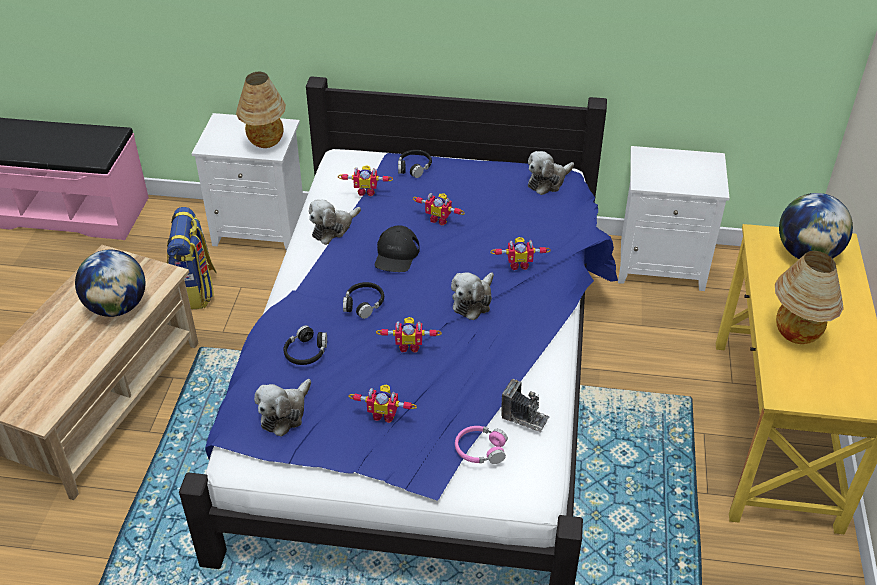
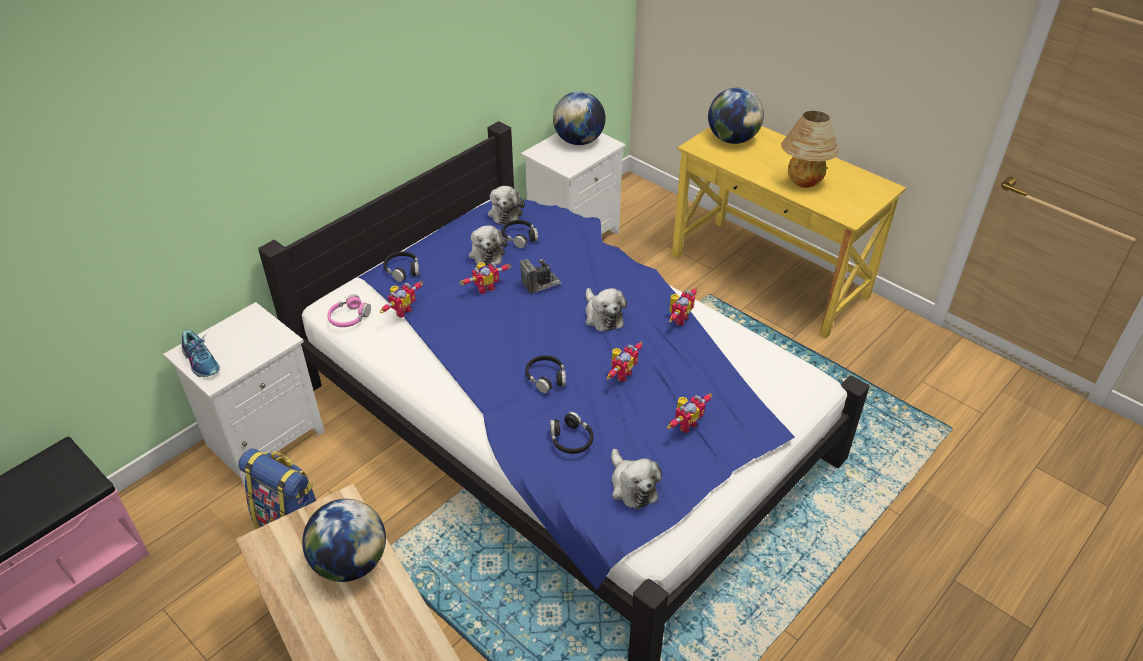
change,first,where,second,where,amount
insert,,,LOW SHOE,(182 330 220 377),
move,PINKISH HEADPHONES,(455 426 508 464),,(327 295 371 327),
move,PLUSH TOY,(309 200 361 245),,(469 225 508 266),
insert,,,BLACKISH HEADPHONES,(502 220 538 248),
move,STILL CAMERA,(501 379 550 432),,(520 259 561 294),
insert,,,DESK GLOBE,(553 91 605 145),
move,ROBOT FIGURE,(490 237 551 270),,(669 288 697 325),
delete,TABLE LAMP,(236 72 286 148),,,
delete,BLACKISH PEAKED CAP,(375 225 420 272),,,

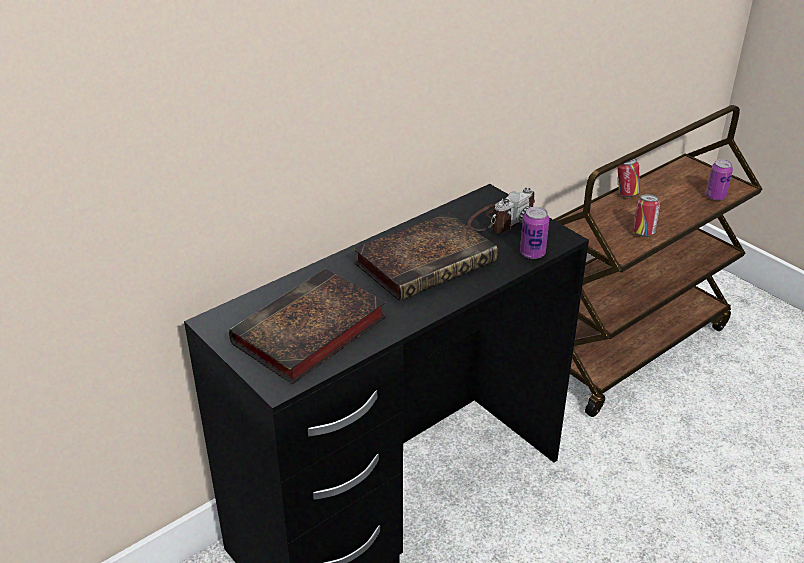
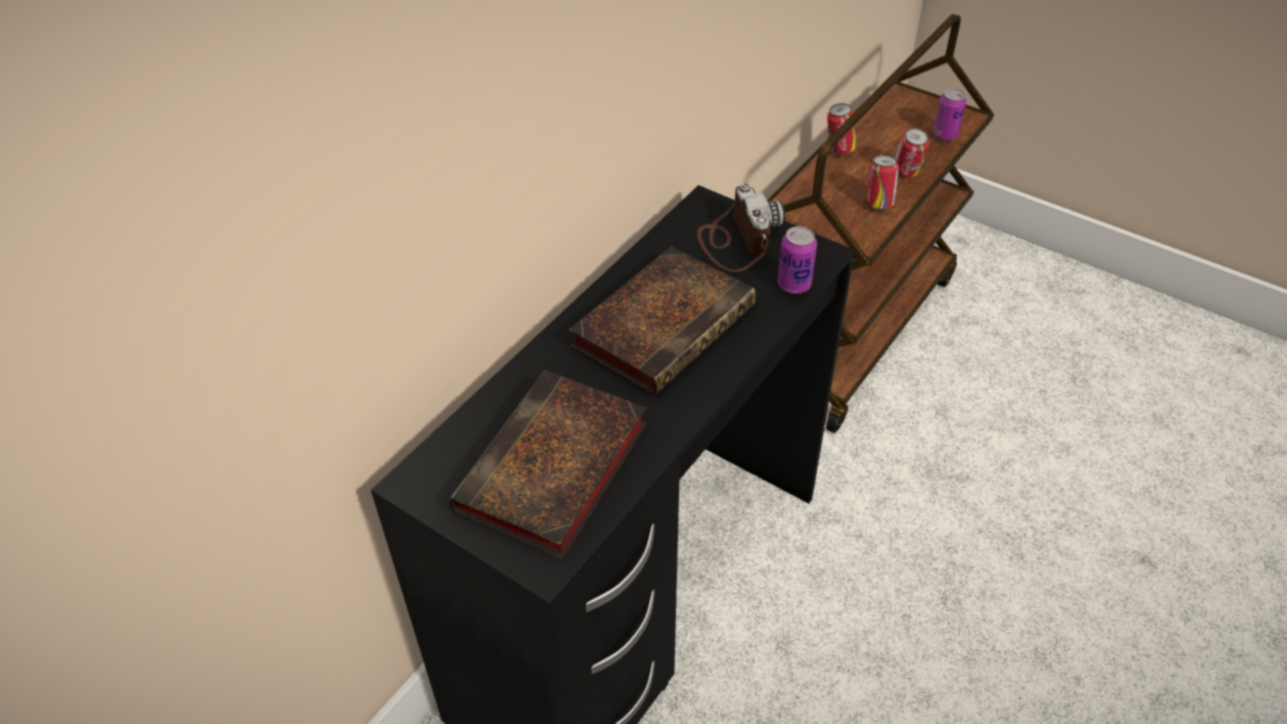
change,first,where,second,where,amount
rotate,STILL CAMERA,(467 187 535 233),,(697 183 785 272),45 degrees counterclockwise
insert,,,SEALED CAN,(895 128 929 178),

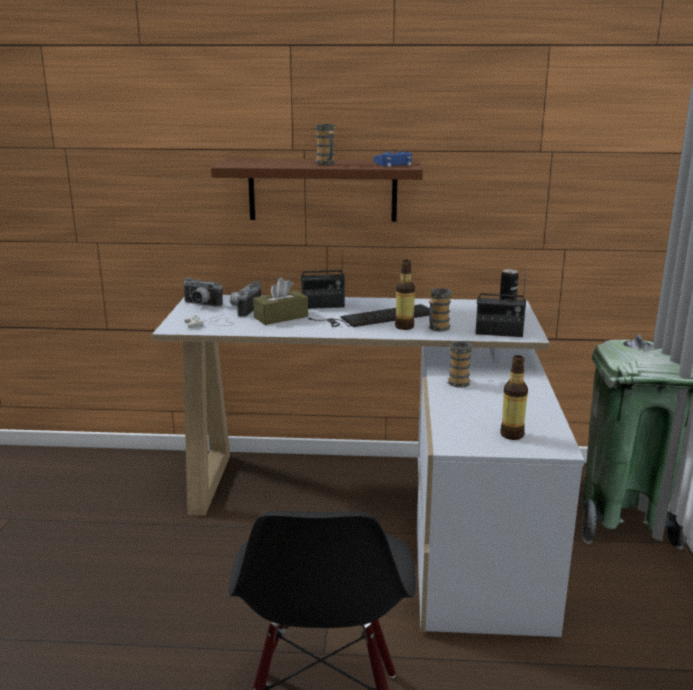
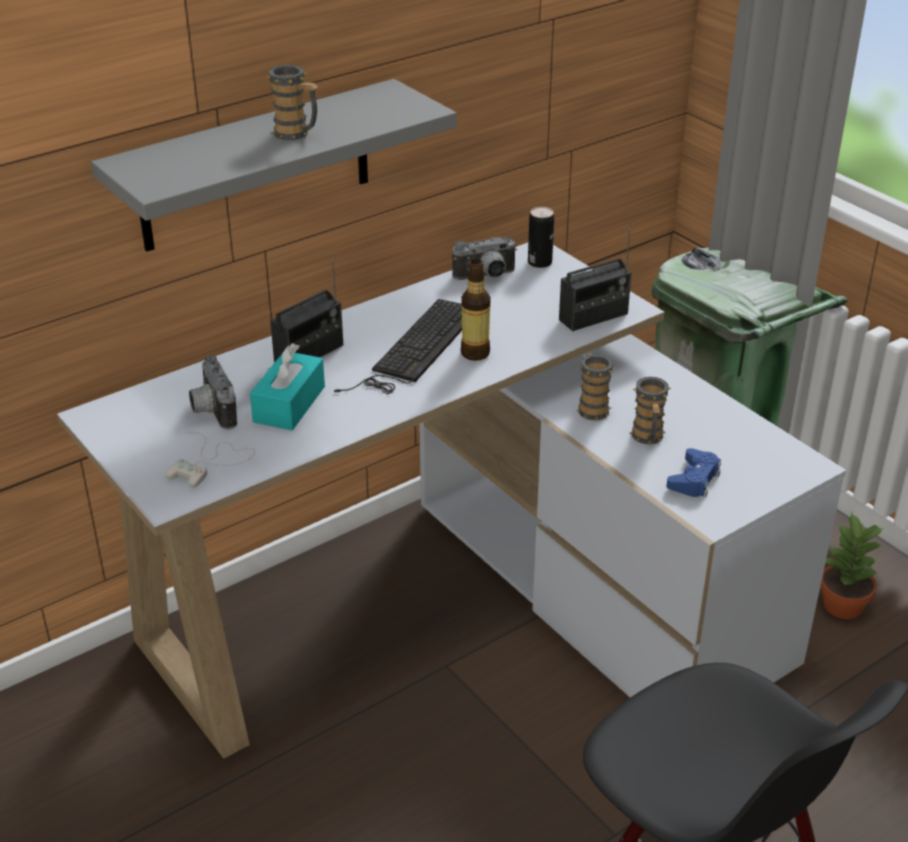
change,first,where,second,where,amount
recolor,BROWNISH SHELF,(211 159 423 222),GREYISH SHELF,(91 79 457 252),
recolor,BROWNISH TISSUE BOX,(253 278 308 325),TURQUOISE-COLOURED TISSUE BOX,(250 343 325 430),
move,STILL CAMERA,(182 278 223 307),,(452 236 517 280),
move,COFFEE MUG,(428 288 453 331),,(629 377 672 444),
move,BLUISH GAMEPAD,(374 151 412 167),,(667 448 721 498),
insert,,,PLANT IN A POT,(820 512 885 619),
delete,DRINK BOTTLE,(500 355 528 440),,,

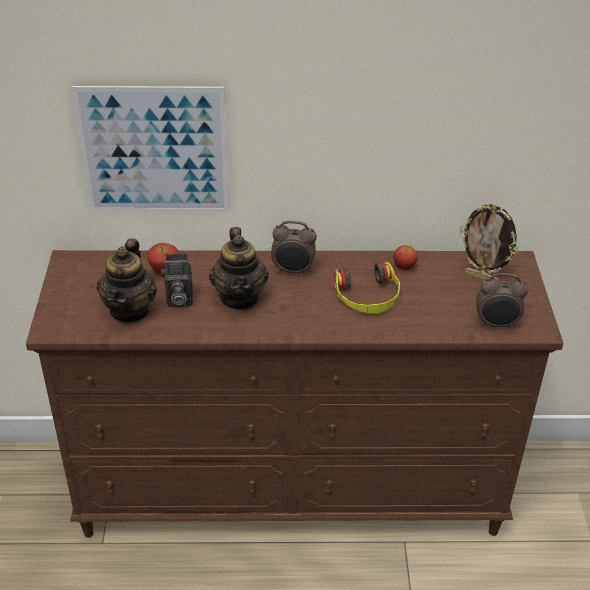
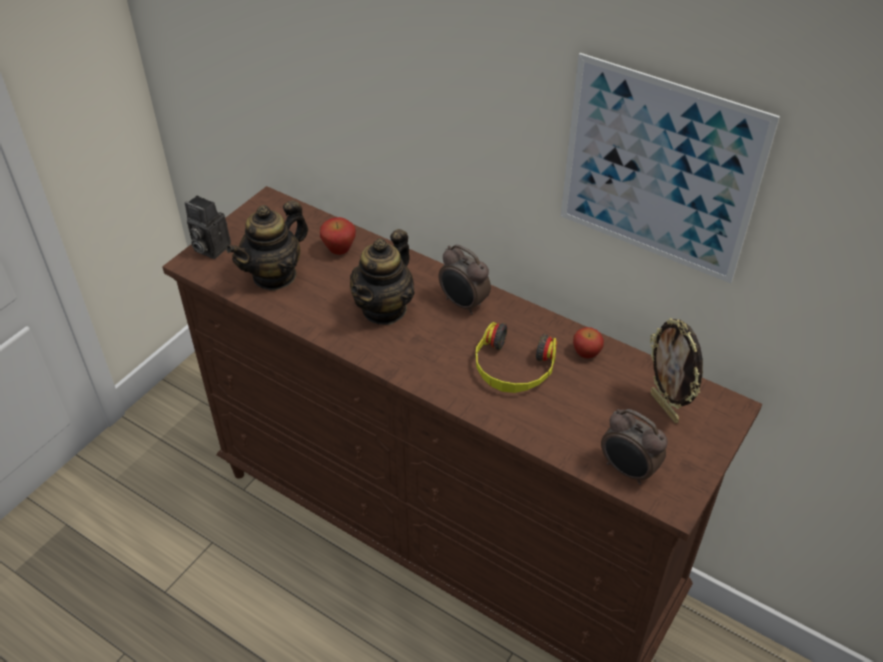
change,first,where,second,where,amount
move,STILL CAMERA,(161 253 193 307),,(185 196 231 259),
move,WALL ART,(71 86 229 212),,(561 53 780 283),

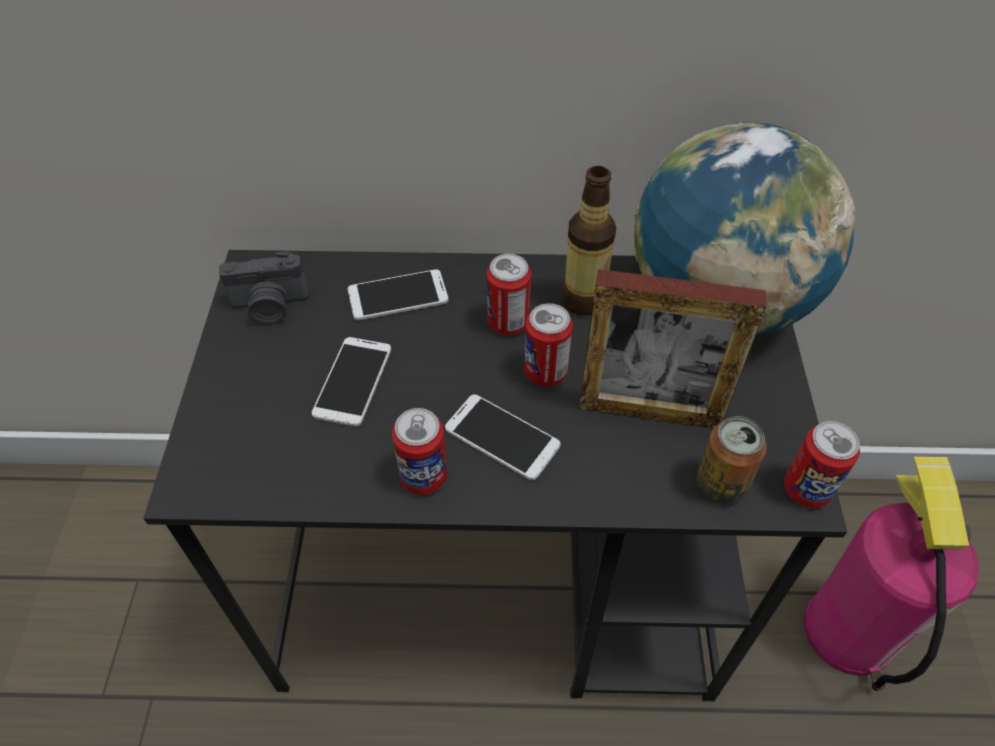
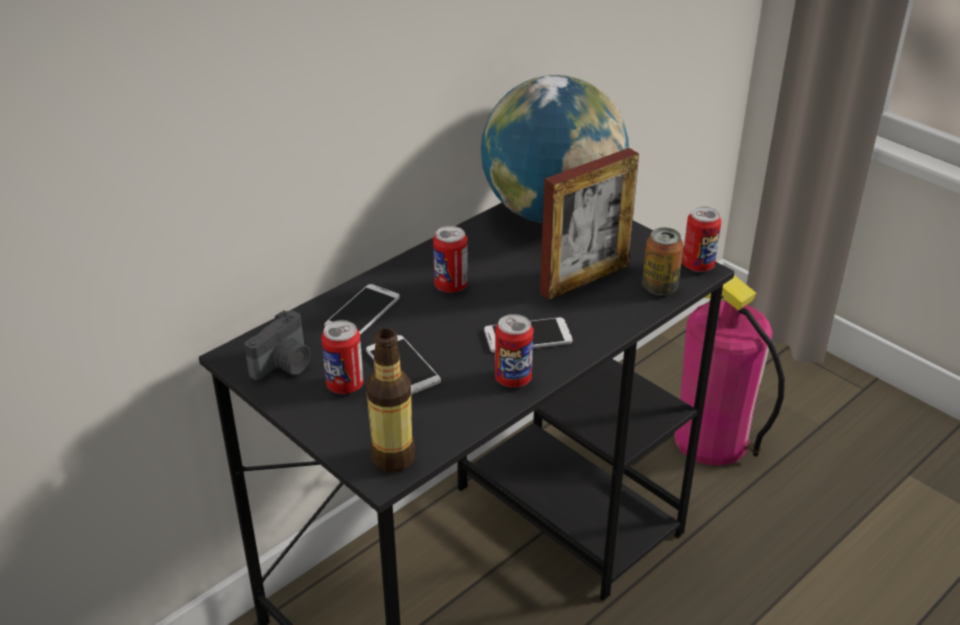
change,first,where,second,where,amount
move,SEALED CAN,(524 303 573 387),,(321 320 364 394),
move,DRINK BOTTLE,(562 166 616 315),,(366 329 415 472),

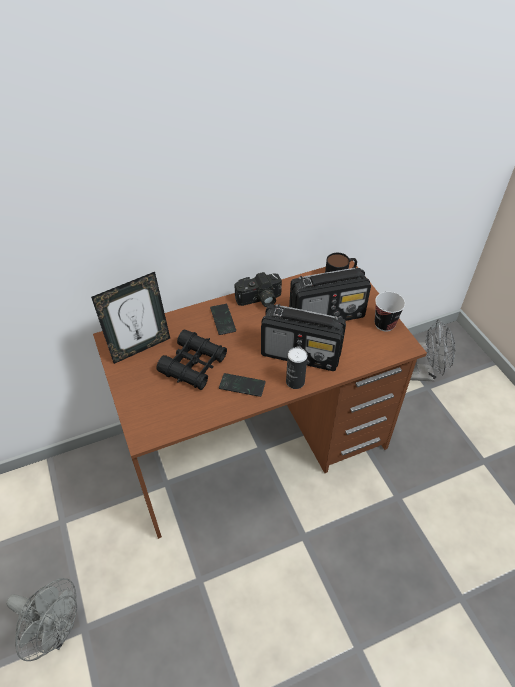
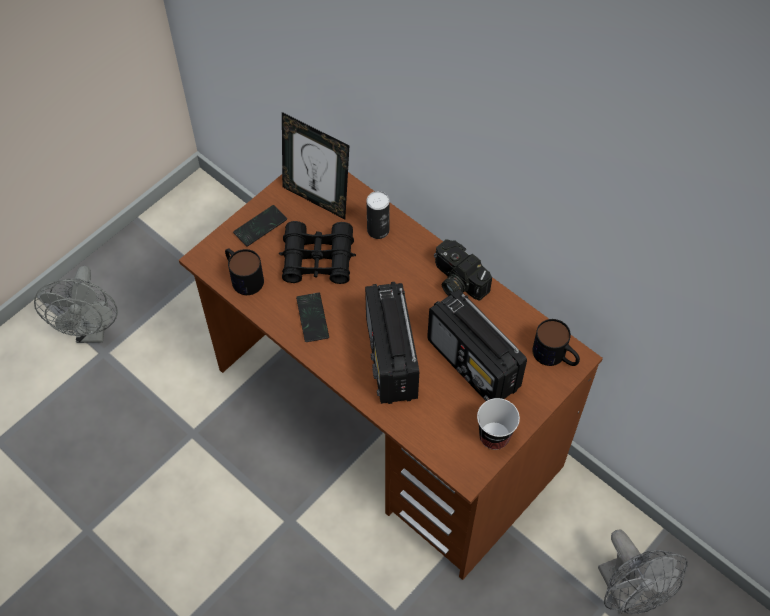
change,first,where,second,where,amount
insert,,,COFFEE MUG,(225 248 264 295),
move,TELEPHONE,(210 304 236 335),,(233 205 287 247),
move,SEALED CAN,(286 347 308 389),,(366 191 390 239),

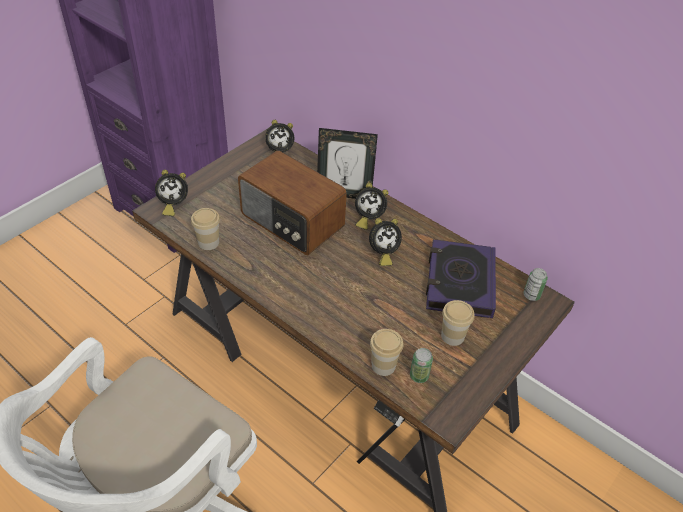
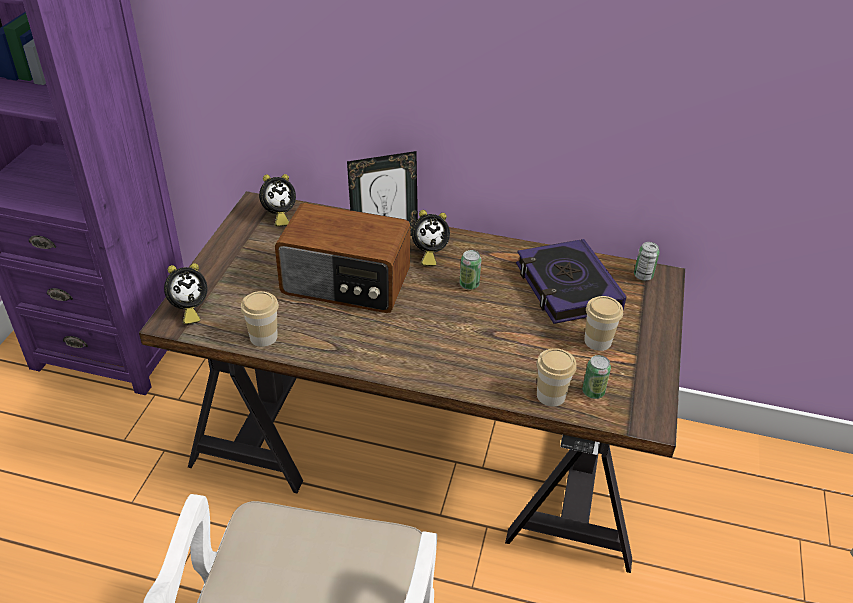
change,first,where,second,where,amount
replace,TABLE CLOCK,(369 218 402 266),SEALED CAN,(459 250 481 290),

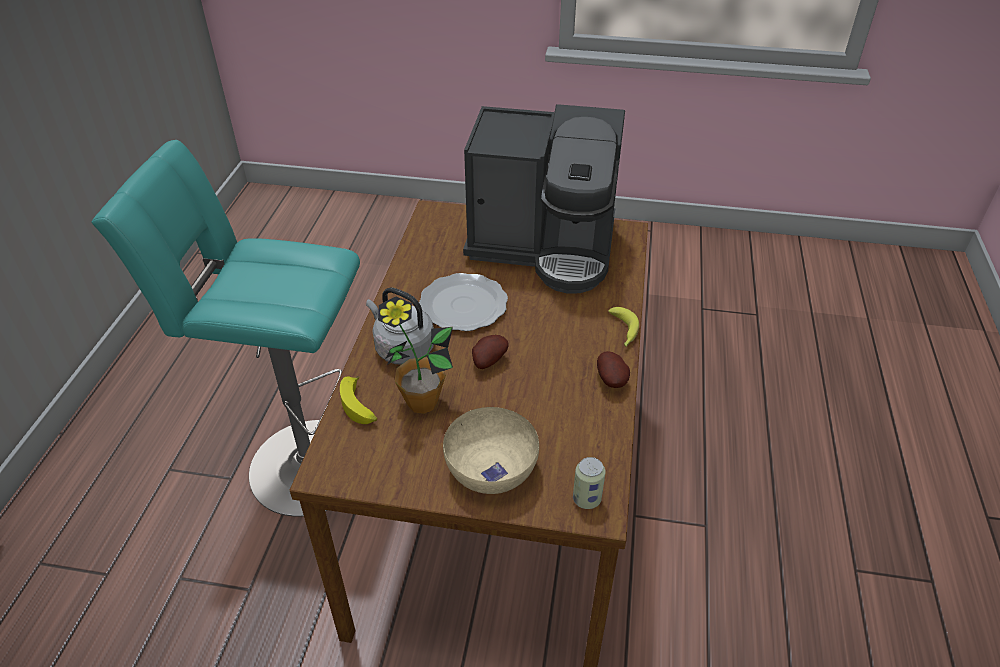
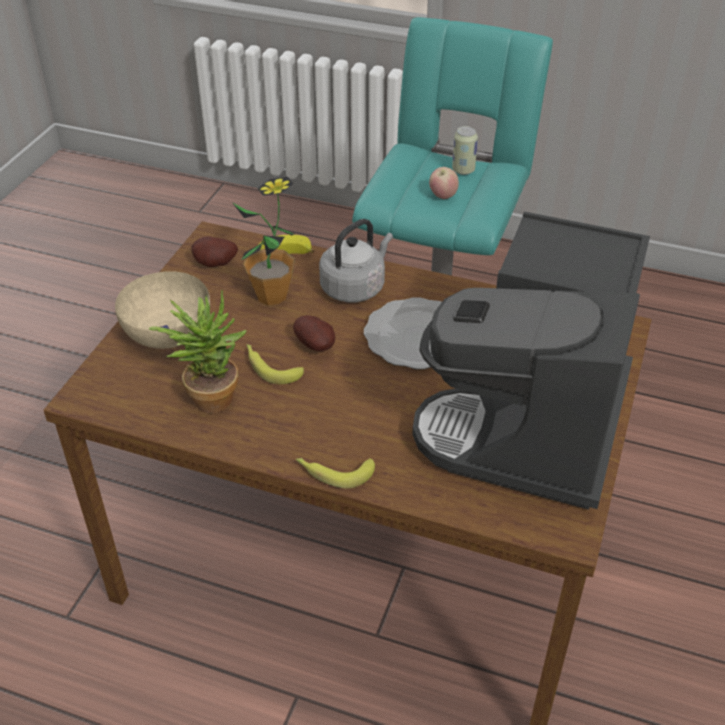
change,first,where,second,where,amount
insert,,,PLANT IN A POT,(149 290 247 413),
move,SPUD,(597 351 630 388),,(191 236 238 267),
insert,,,BANANA FRUIT,(246 344 304 384),
insert,,,WHOLE APPLE,(429 167 459 199),
move,SEALED CAN,(573 457 606 509),,(452 126 478 175),

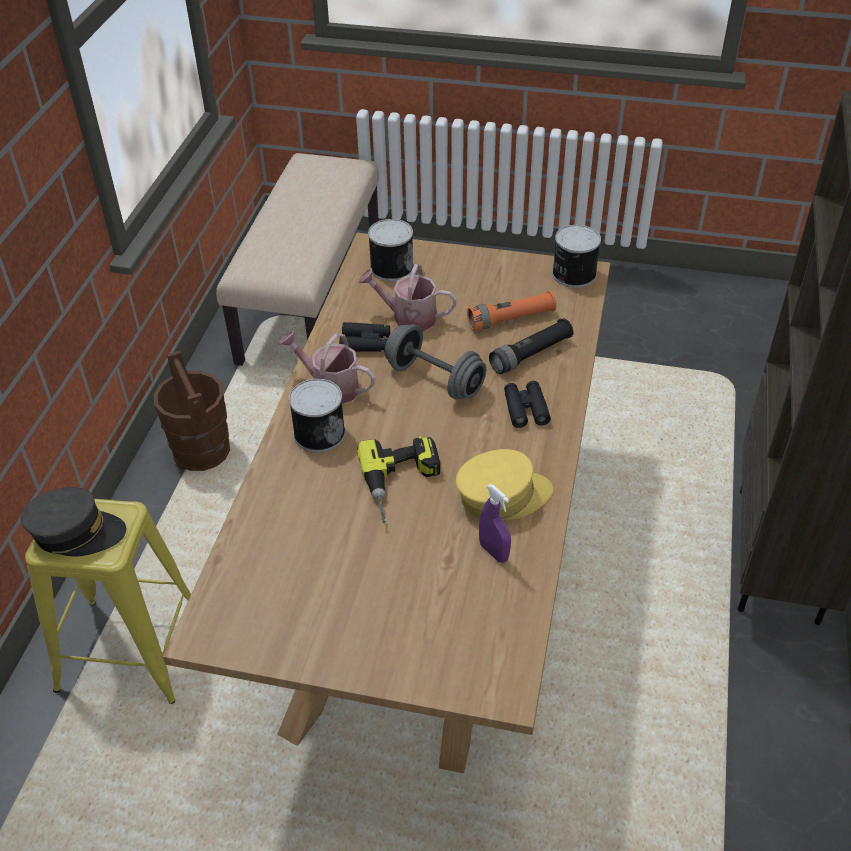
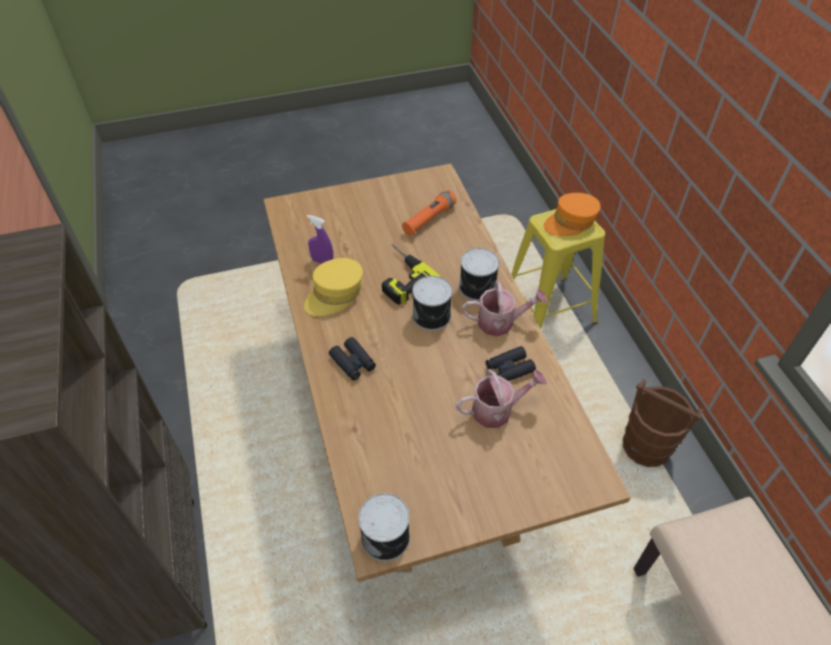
change,first,where,second,where,amount
move,ORANGE FLASHLIGHT,(467 291 557 330),,(402 190 456 236),
move,SEALED CAN,(368 219 414 281),,(412 276 452 331),
recolor,GREYISH PEAKED CAP,(21 487 126 557),ORANGE PEAKED CAP,(544 193 601 236),
delete,GREYISH DUMBBELL,(385 324 486 399),,,
delete,BLACKISH FLASHLIGHT,(489 318 573 374),,,

